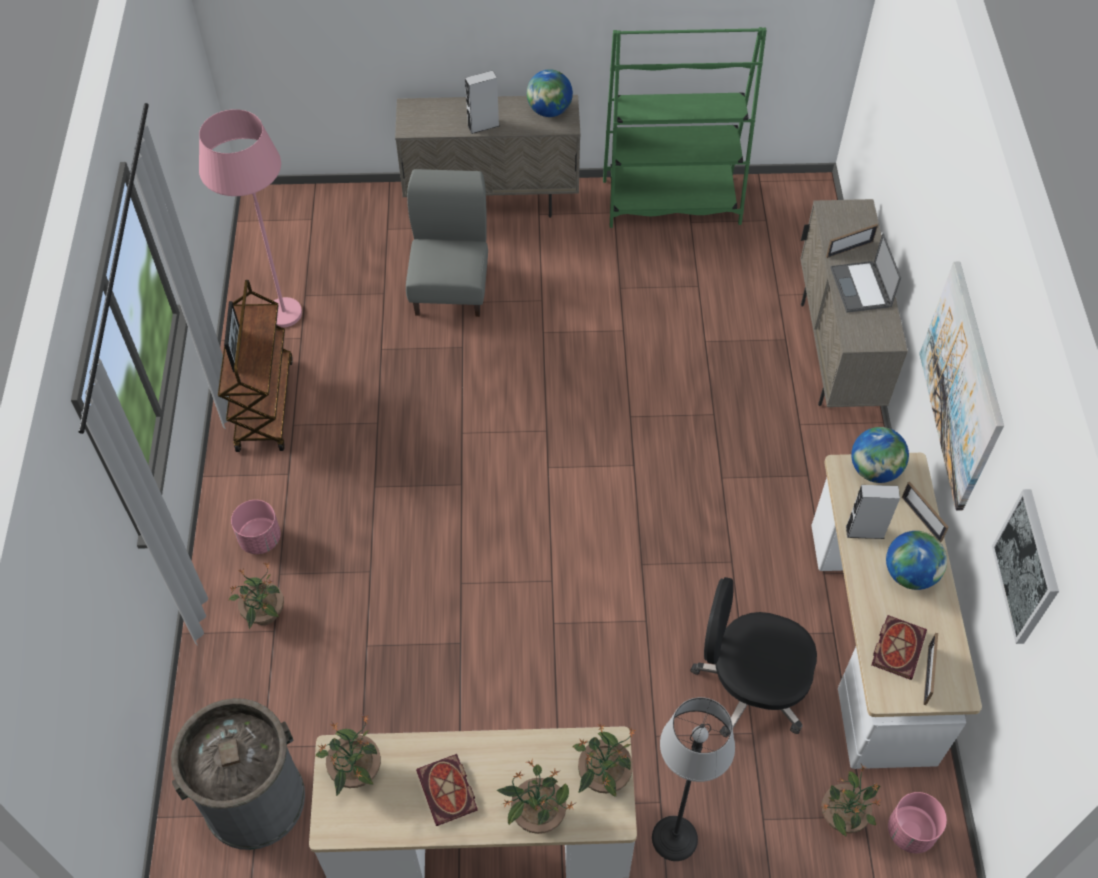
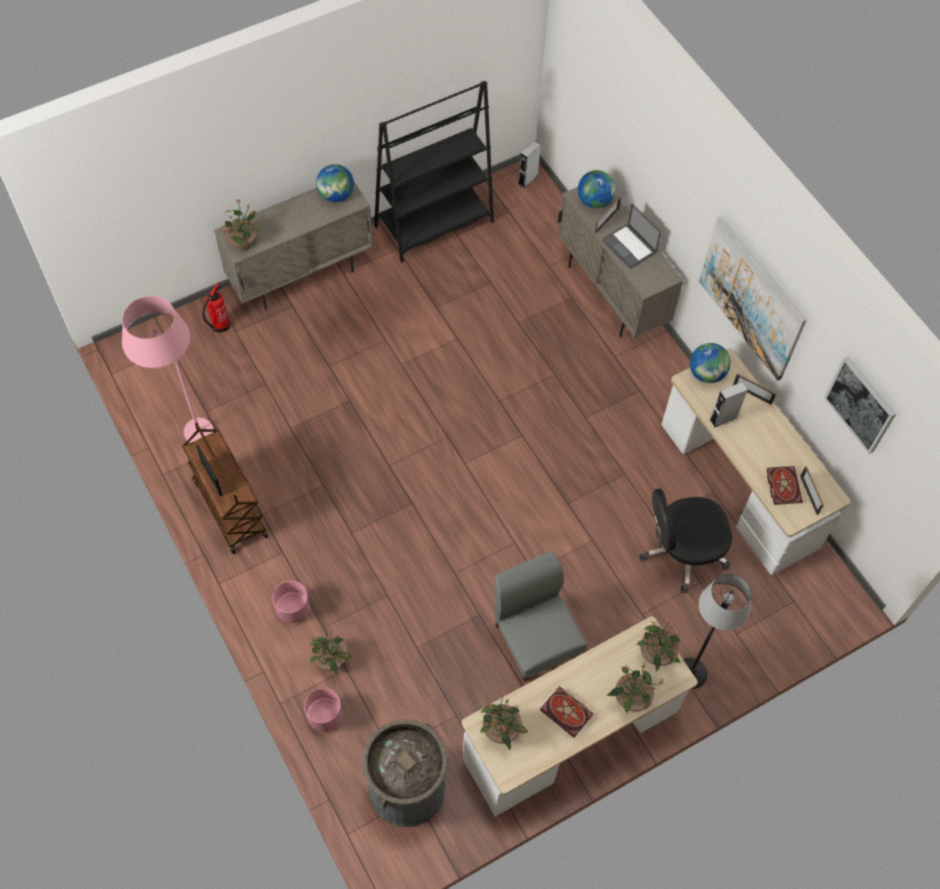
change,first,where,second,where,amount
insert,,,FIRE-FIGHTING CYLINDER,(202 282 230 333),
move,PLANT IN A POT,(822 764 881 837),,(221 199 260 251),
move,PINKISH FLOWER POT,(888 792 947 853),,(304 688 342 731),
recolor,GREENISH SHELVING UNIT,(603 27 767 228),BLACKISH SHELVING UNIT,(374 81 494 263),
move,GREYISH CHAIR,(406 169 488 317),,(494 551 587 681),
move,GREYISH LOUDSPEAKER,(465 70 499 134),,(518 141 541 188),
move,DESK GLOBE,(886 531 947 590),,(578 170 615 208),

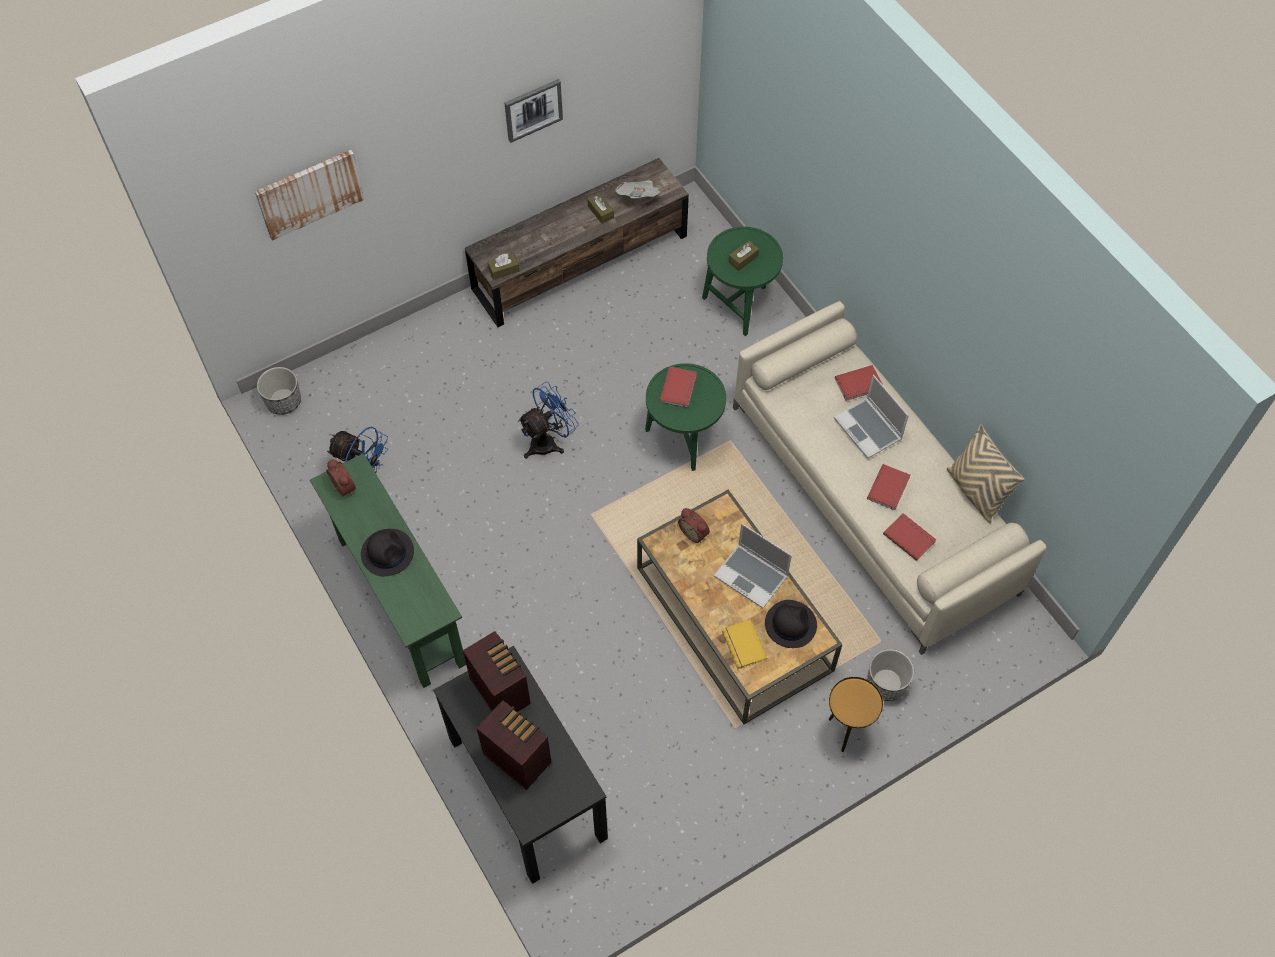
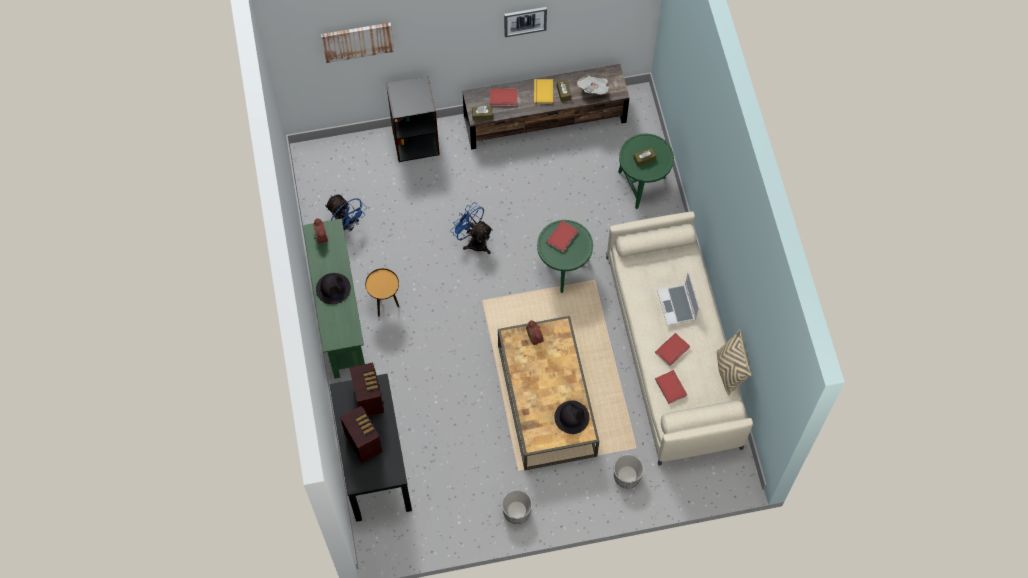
change,first,where,second,where,amount
move,BROWNISH END TABLE,(829 677 883 752),,(365 268 399 316),
insert,,,BLACKISH SHELVING UNIT,(386 76 440 162),
rotate,BLUISH ELECTRIC FAN,(518 382 579 459),,(451 202 493 254),120 degrees counterclockwise
move,REDDISH BOUND BOOK,(835 365 883 401),,(490 88 517 106),
move,FLOWER POT,(257 367 301 415),,(502 489 532 524),
move,YELLOW BOUND BOOK,(722 619 767 670),,(534 79 553 104),
delete,NOTEBOOK COMPUTER,(714 524 792 608),,,

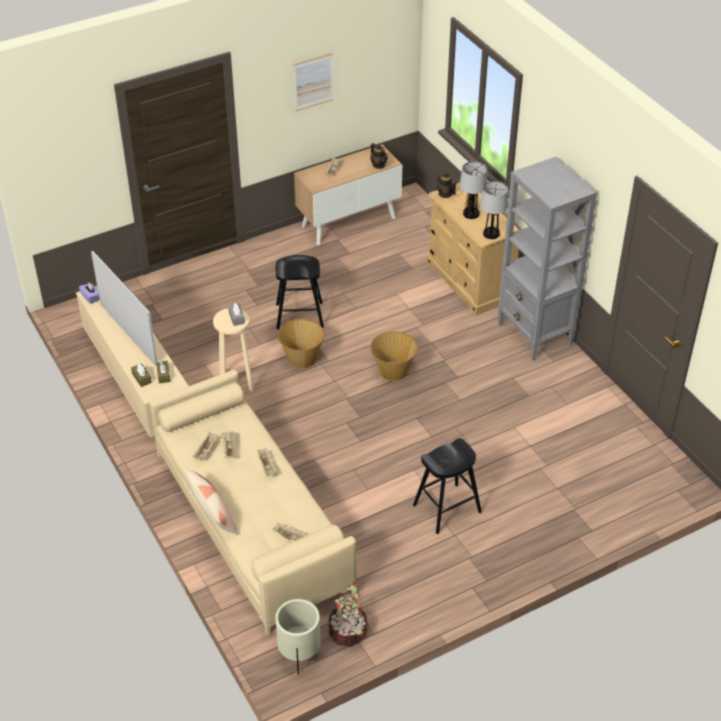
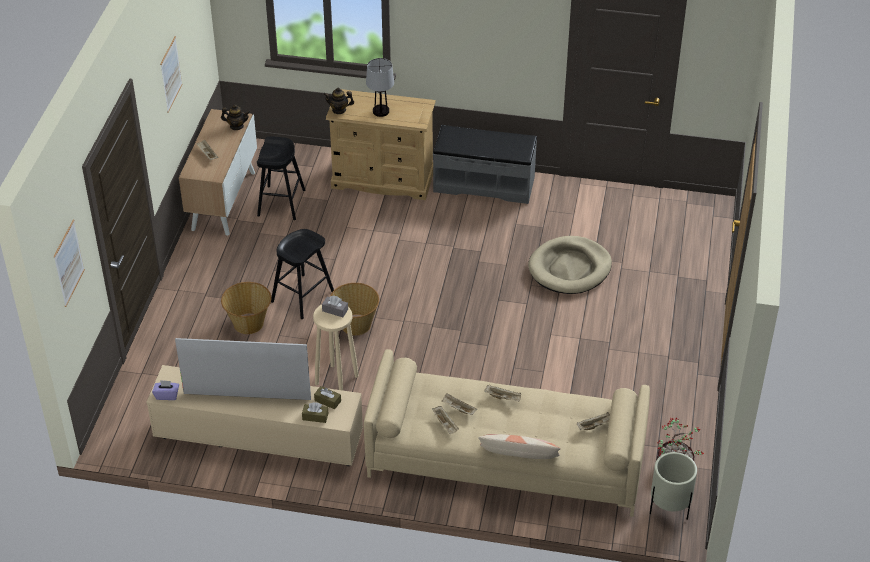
change,first,where,second,where,amount
insert,,,WALL ART,(54 219 85 307),
move,BASKET,(370 331 418 381),,(221 282 271 334),
move,BLACKISH STOOL,(413 438 482 534),,(257 136 305 220),
replace,GREYISH SHELVING UNIT,(498 157 597 361),GREYISH LONG SEAT,(433 125 537 204),
insert,,,BEIGE PET BED,(528 236 612 294),
delete,TABLE LAMP,(480 181 508 239),,,

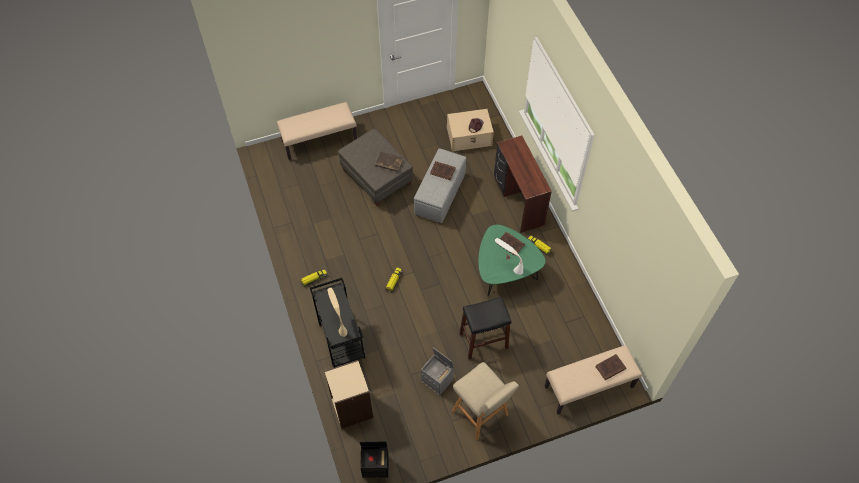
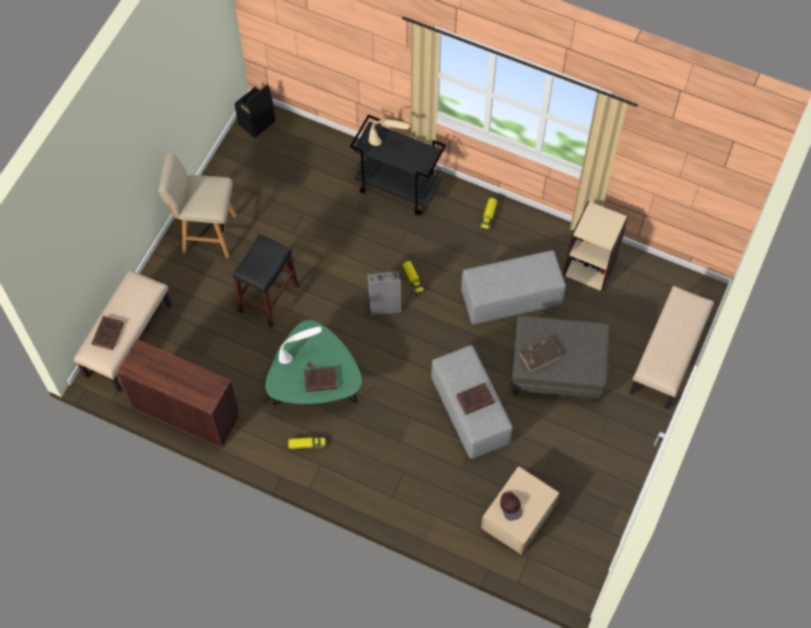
change,first,where,second,where,amount
move,BROWNISH DESK UNIT,(494 135 552 233),,(117 339 239 447),
move,GREYISH STORAGE BOX,(421 347 454 395),,(368 271 401 315),
insert,,,GREYISH POUFFE,(461 250 566 325),
move,BEIGE SHELVING UNIT,(324 360 373 429),,(564 201 628 291),

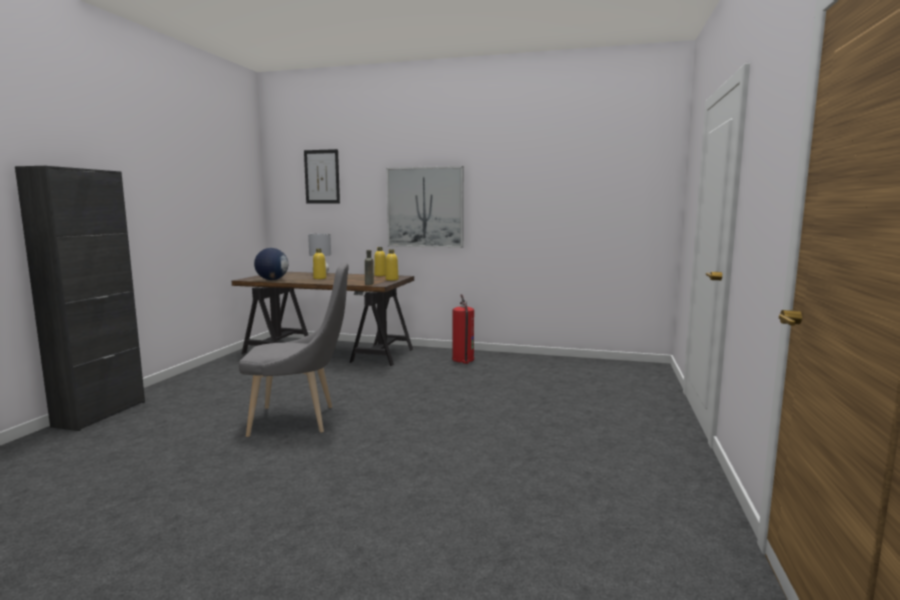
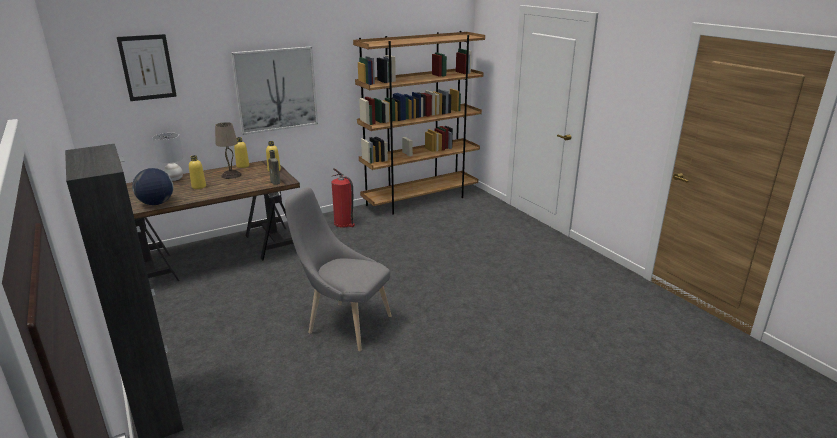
change,first,where,second,where,amount
insert,,,BEIGE TABLE LAMP,(215 122 242 179),
rotate,GREYISH CHAIR,(239 262 349 437),,(285 187 391 351),105 degrees counterclockwise
insert,,,BROWNISH SHELVING UNIT,(353 31 485 215),

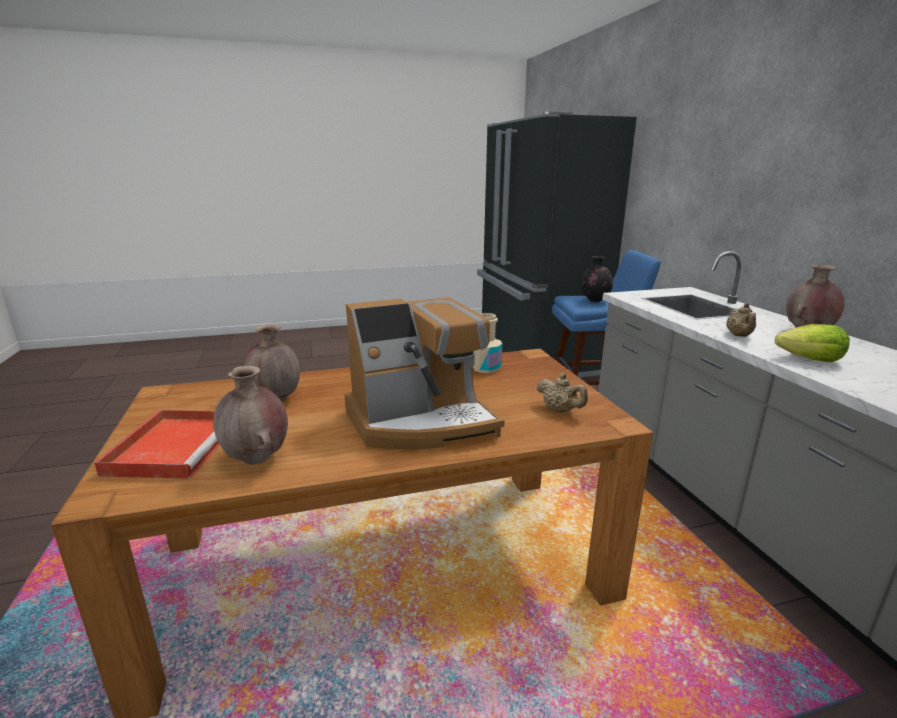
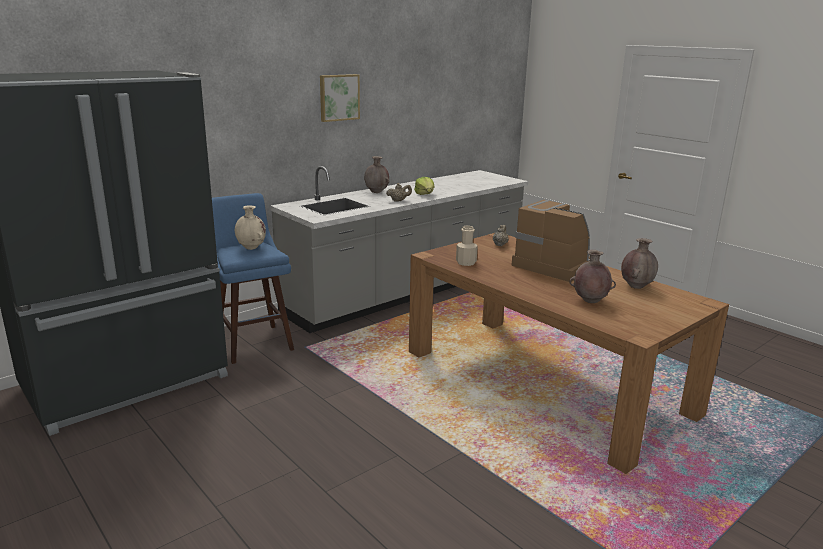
change,first,where,second,where,amount
recolor,BLACKISH FLOWER VASE,(580 256 613 302),BEIGE FLOWER VASE,(235 205 266 250),
insert,,,WALL ART,(320 74 360 122),
delete,REDDISH TRAY,(94 410 220 479),,,

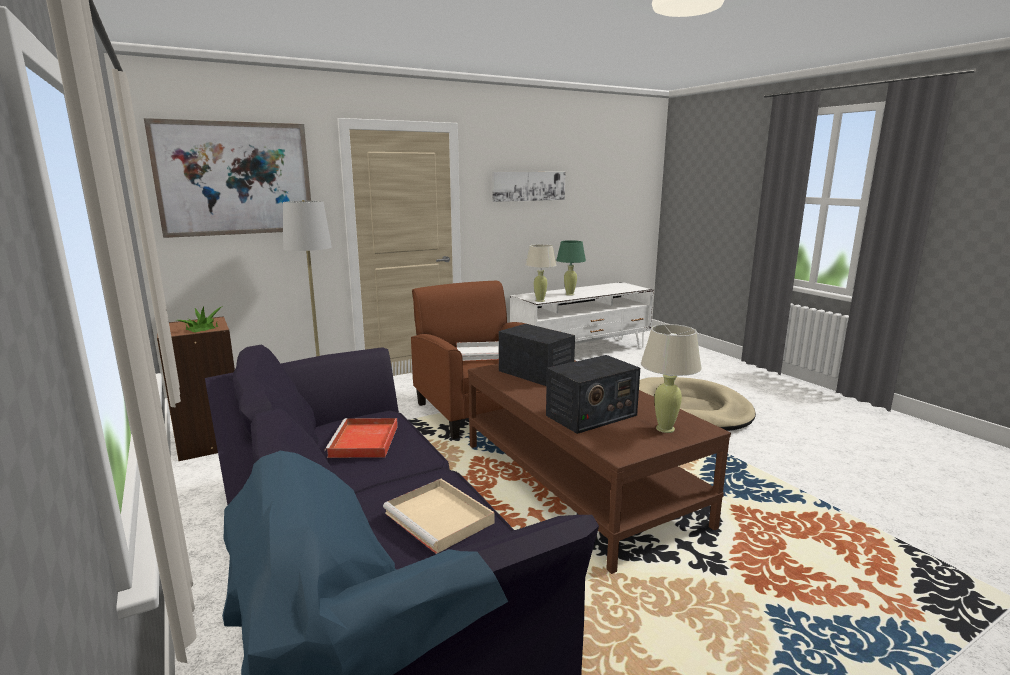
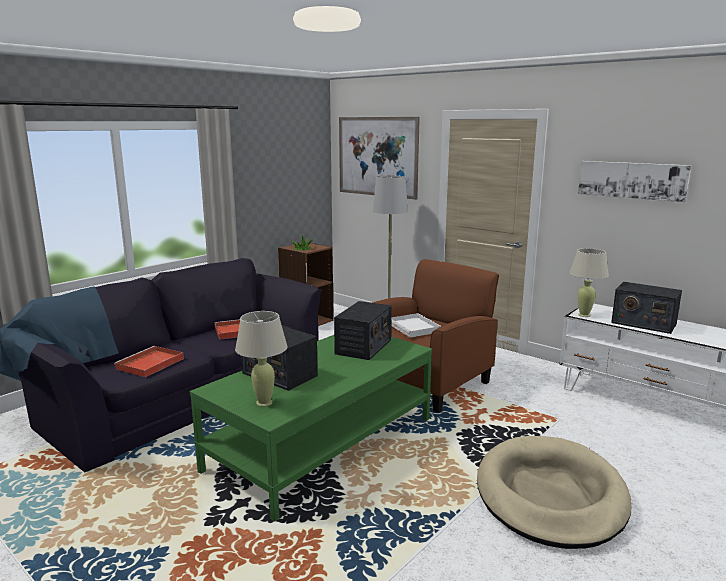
change,first,where,second,where,amount
recolor,BEIGE TRAY,(383 479 494 554),REDDISH TRAY,(114 346 184 377),
recolor,BROWNISH COFFEE TABLE,(468 360 731 574),GREENISH COFFEE TABLE,(190 335 432 521),
replace,GREENISH TABLE LAMP,(556 240 586 296),RADIO SET,(611 282 682 334),

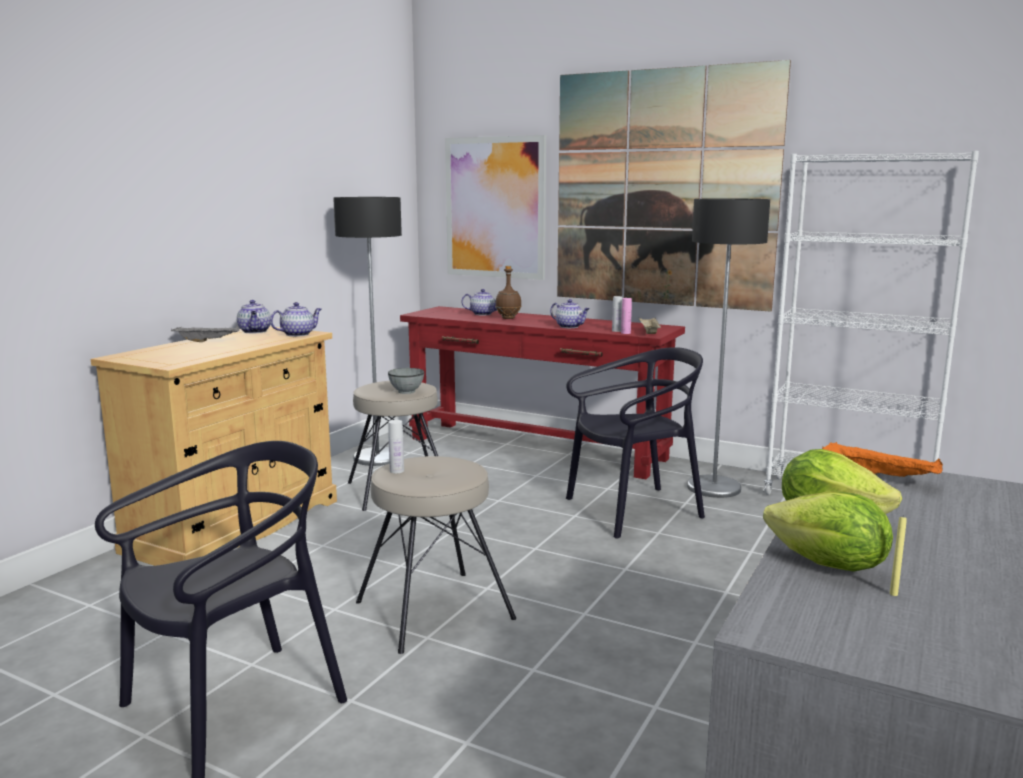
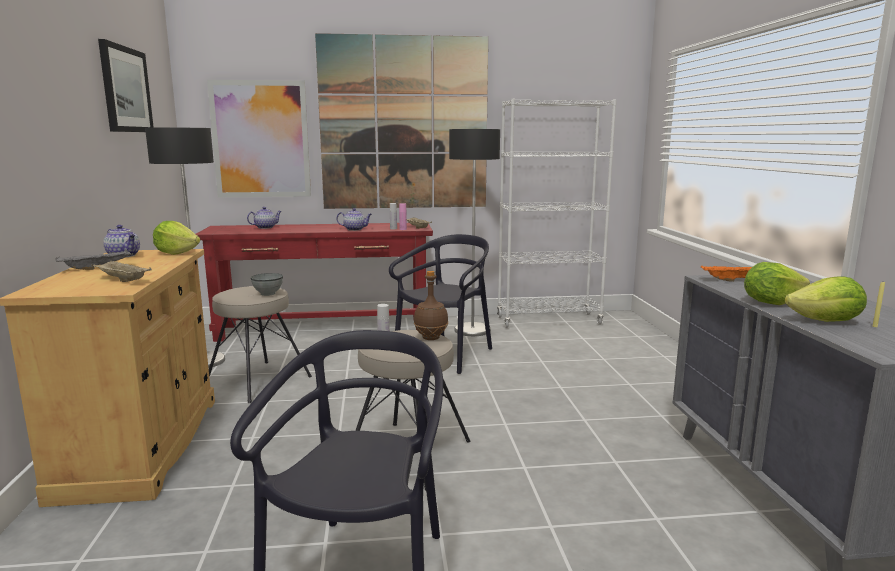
change,first,where,second,where,amount
insert,,,BEIGE TRAY,(91 260 152 282),
insert,,,WALL ART,(98 39 154 132),
replace,TEAPOT,(270 302 321 337),LETTUCE,(153 221 200 255),
move,BROWNISH DRINK BOTTLE,(495 266 522 319),,(414 271 448 340),

